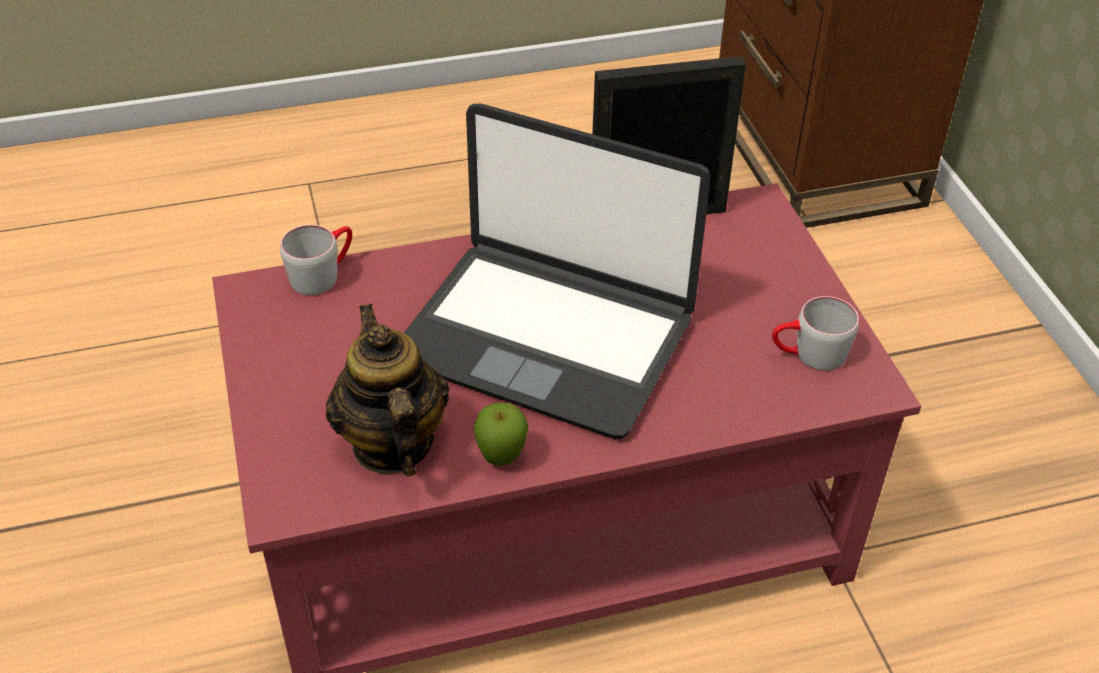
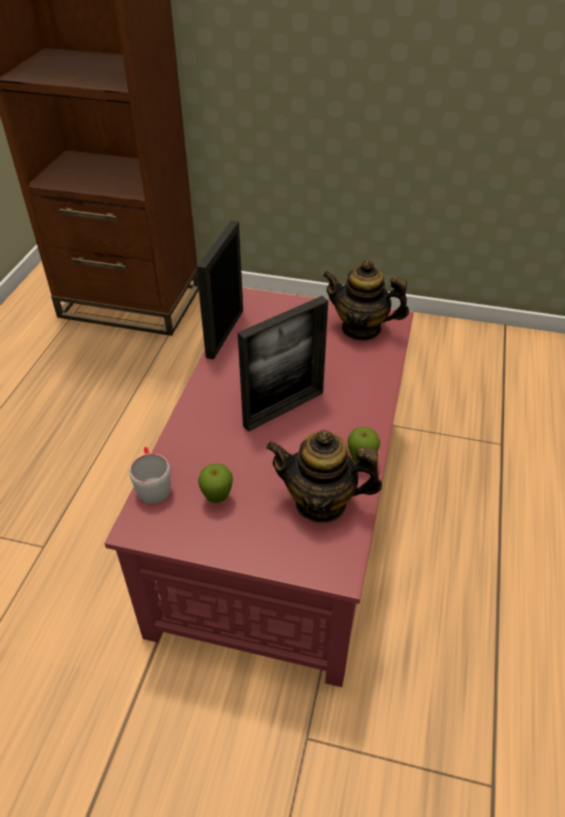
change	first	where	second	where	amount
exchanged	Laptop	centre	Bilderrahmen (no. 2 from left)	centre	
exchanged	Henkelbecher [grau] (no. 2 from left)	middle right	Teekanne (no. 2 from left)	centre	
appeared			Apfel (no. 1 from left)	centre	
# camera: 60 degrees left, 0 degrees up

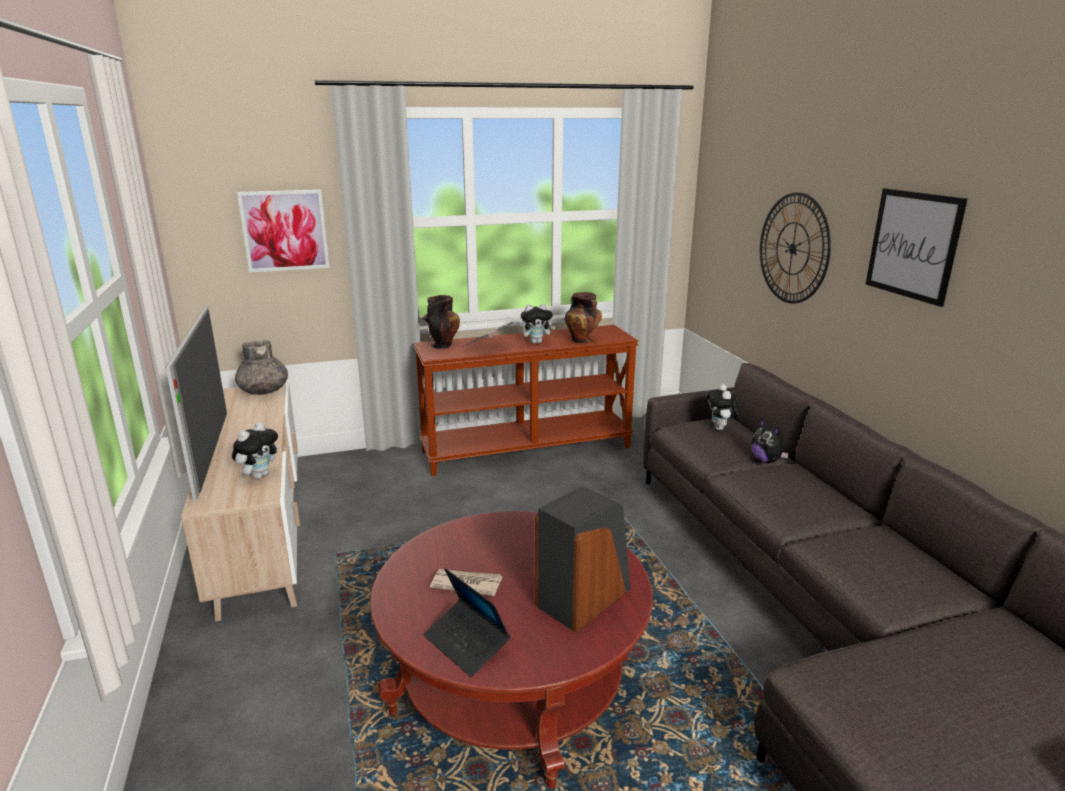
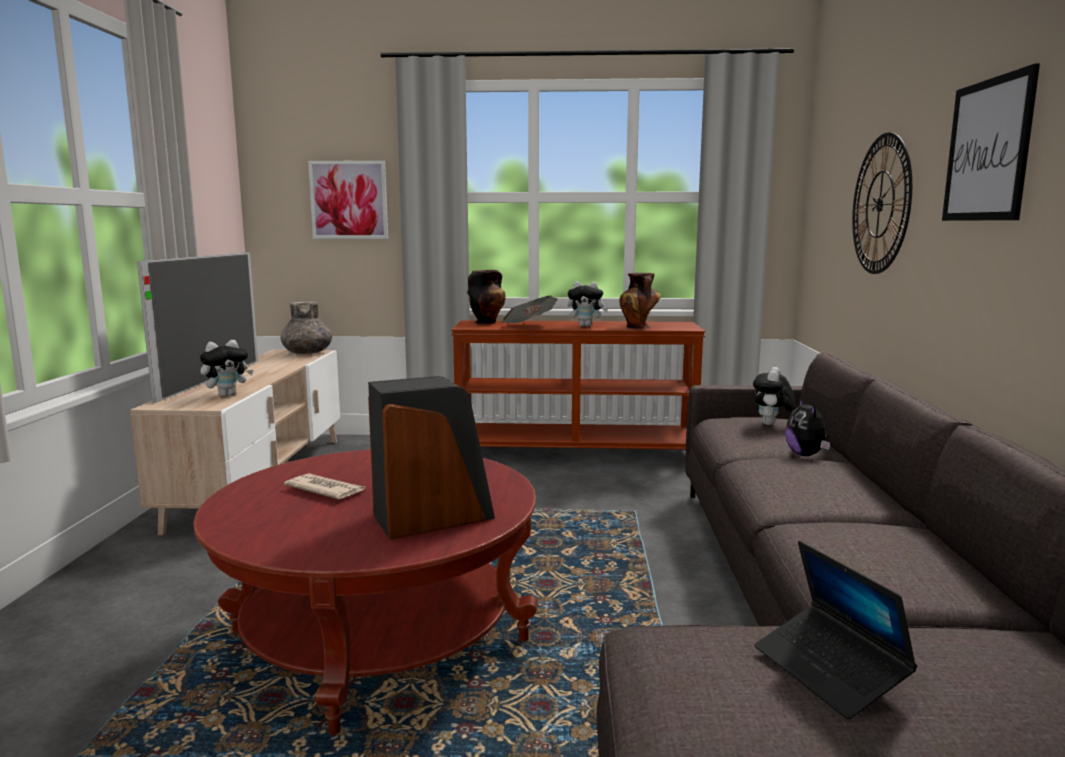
change	first	where	second	where	amount
relocated	Laptop	bottom centre		bottom right	
# camera: 20 degrees right, 10 degrees down

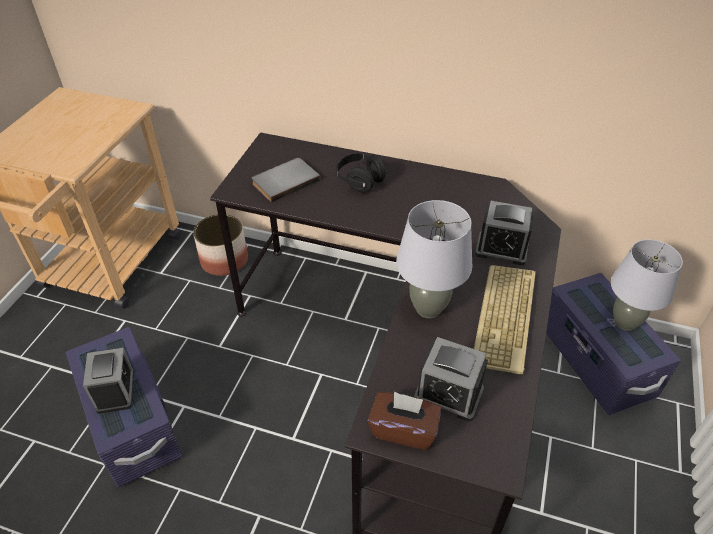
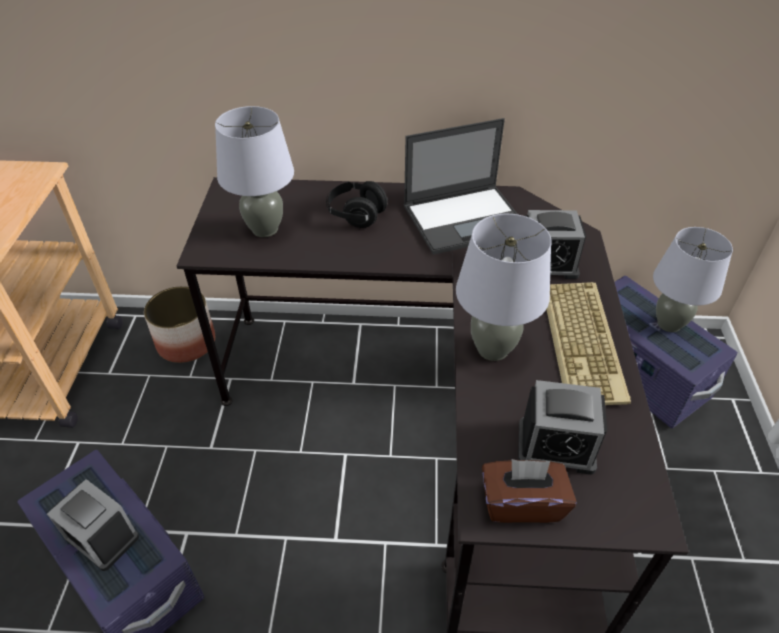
change	first	where	second	where	amount
spun	Wecker (no. 1 from left)	bottom left		bottom left	150 degrees clockwise
exchanged	Buch [grau]	centre	Tischlampe [grau] (no. 1 from left)	top left	
appeared			Laptop	top centre	
# camera: 15 degrees left, 0 degrees up

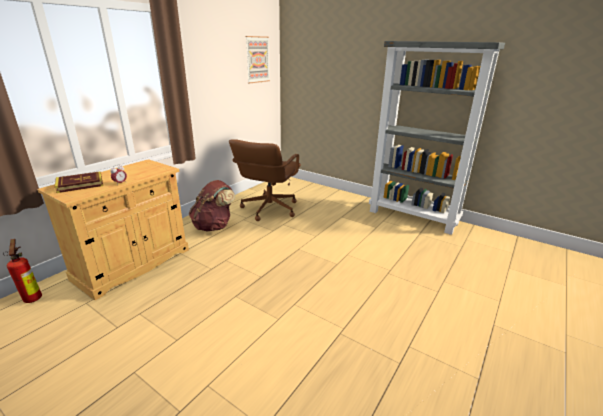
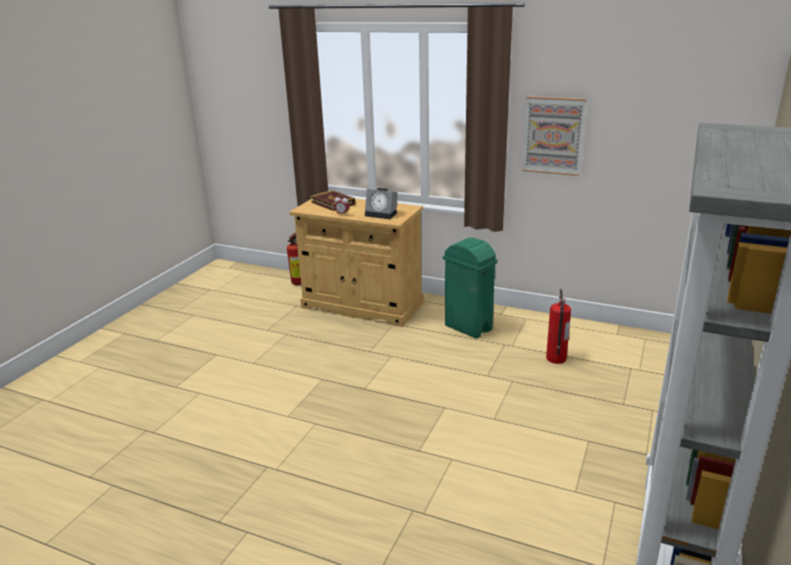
change	first	where	second	where	amount
exchanged	Rucksack [braun]	centre	Mülleimer [grün]	centre	
exchanged	Bürostuhl [braun]	centre	Feuerlöscher (no. 2 from left)	middle right	
relocated	Bild	top centre		top right	
appeared			Wecker (no. 2 from left)	centre	
# camera: 80 degrees right, 0 degrees up

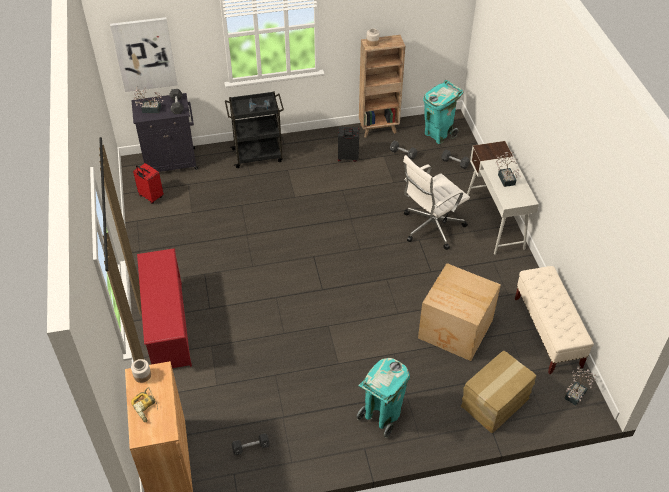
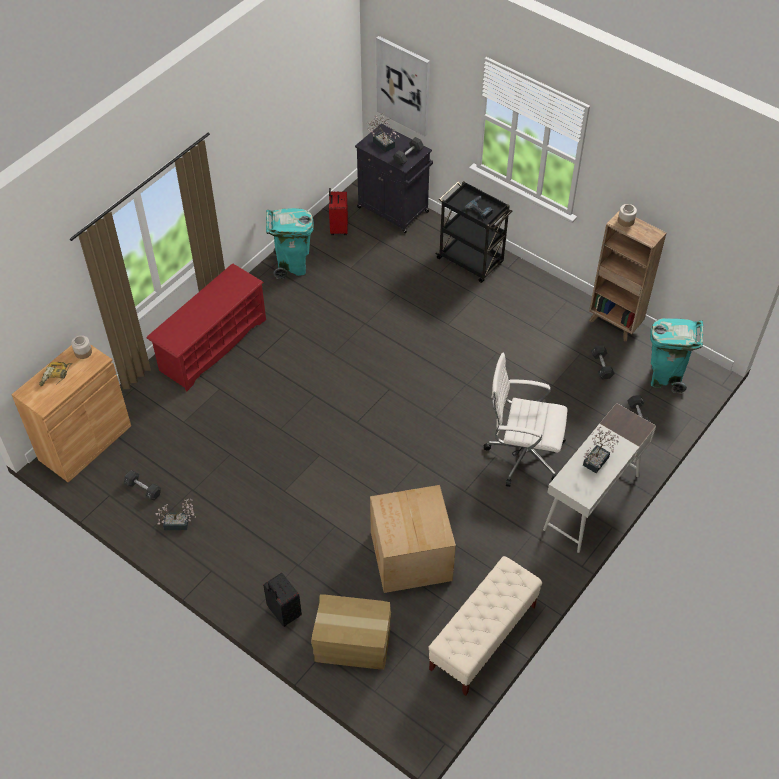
change	first	where	second	where	amount
relocated	Koffer [schwarz]	top centre		bottom centre	
relocated	Mülleimer [türkis] (no. 1 from left)	bottom centre		top centre	
relocated	Topfpflanze (no. 3 from left in the first image)	bottom right	Topfpflanze (no. 1 from left)	middle left	
# camera: 50 degrees right, 5 degrees up

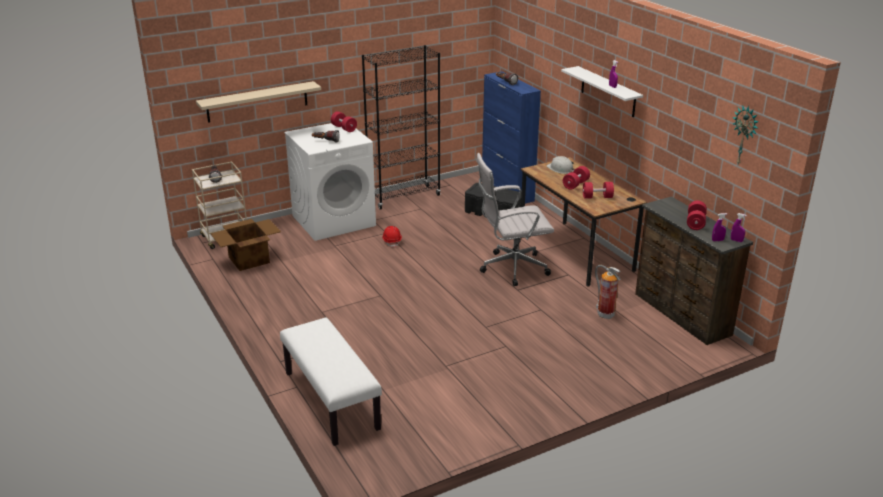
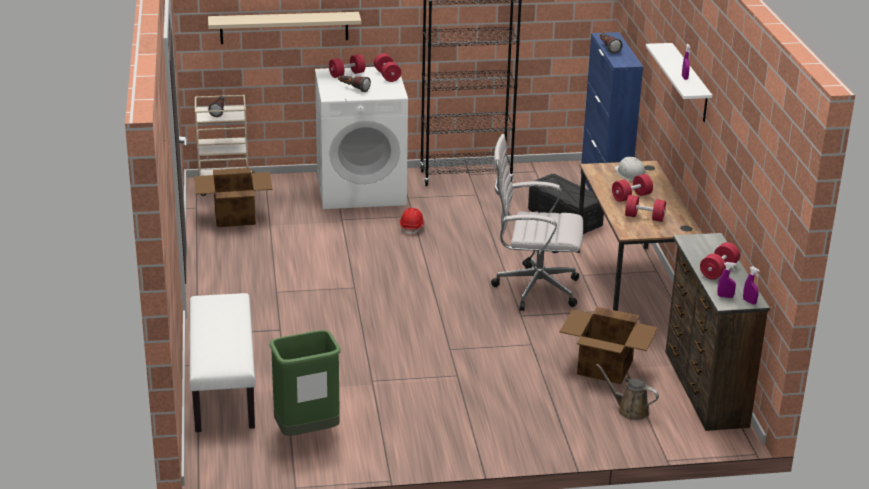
change	first	where	second	where	amount
exchanged	Feuerlöscher	middle right	Karton (no. 2 from left)	bottom right	
missing	Wanduhr	top right			
appeared			Mülleimer [grün]	bottom centre	
appeared			Hantel [rot] (no. 1 from left)	top centre	
appeared			Gießkanne [braun]	bottom right	
# camera: 20 degrees right, 0 degrees up

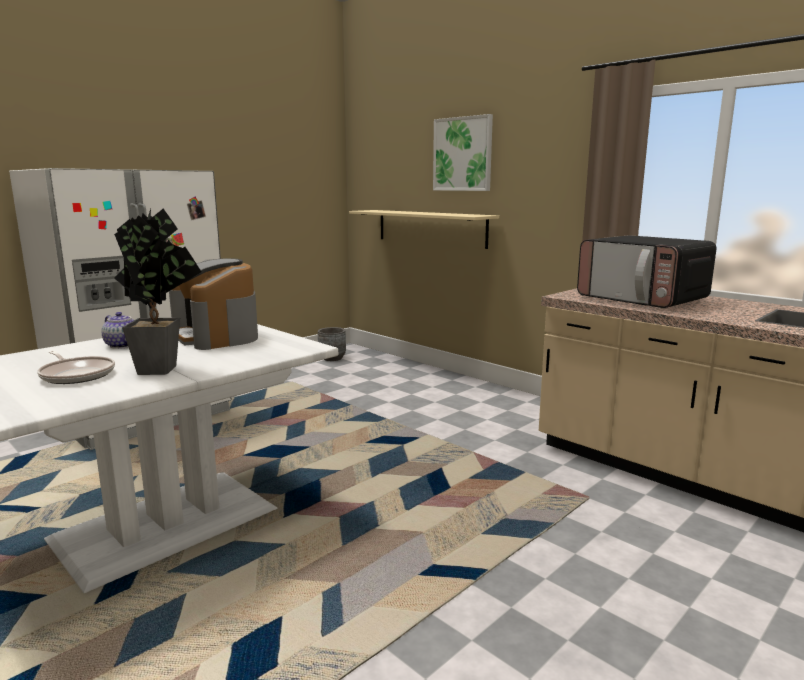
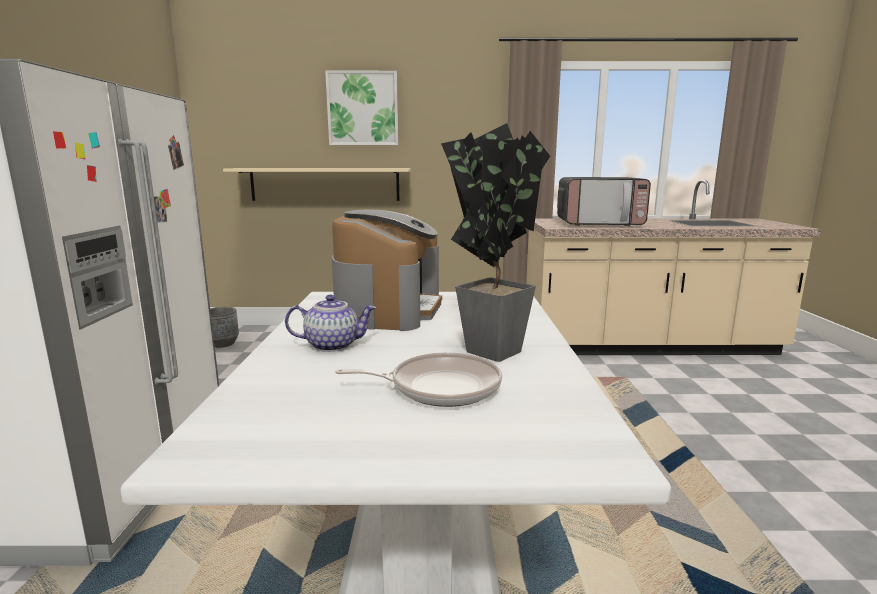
change	first	where	second	where	amount
spun	Kaffeemaschine	middle left		centre	90 degrees counterclockwise
# camera: 45 degrees left, 0 degrees up

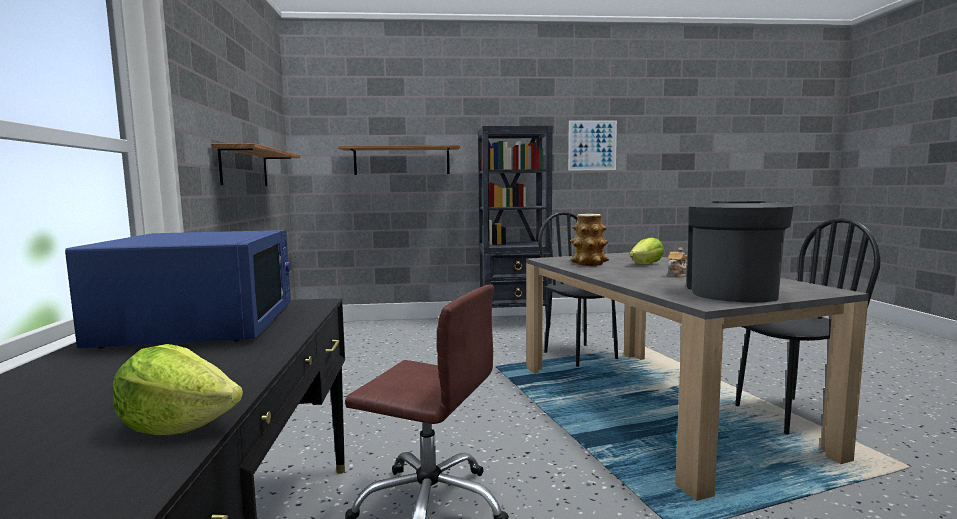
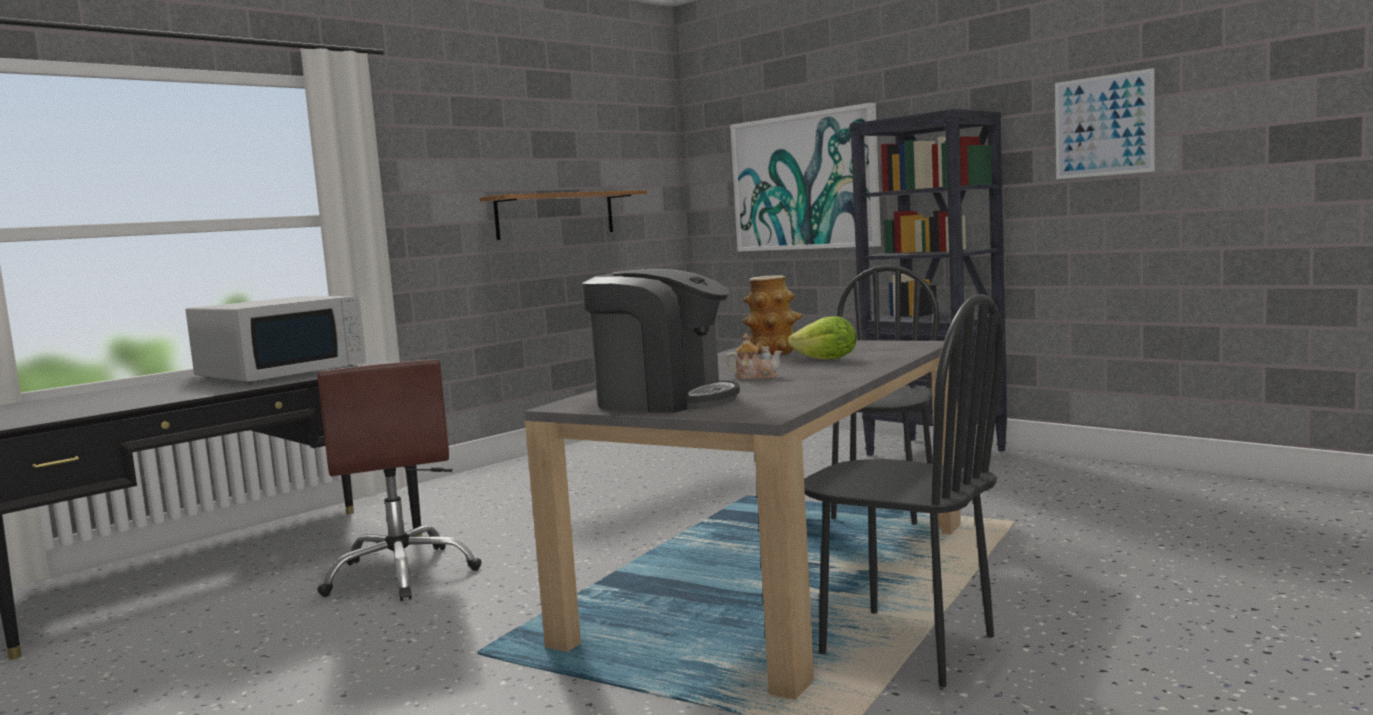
change	first	where	second	where	amount
colour	Mikrowelle [blau]	middle left	Mikrowelle [weiß]	middle left	
missing	Salatkopf (no. 1 from left)	bottom left			
exchanged	Wandregal (no. 2 from left)	top centre	Bild (no. 1 from left)	top centre	
spun	Kaffeemaschine	middle right		centre	45 degrees clockwise
# camera: 50 degrees right, 0 degrees up

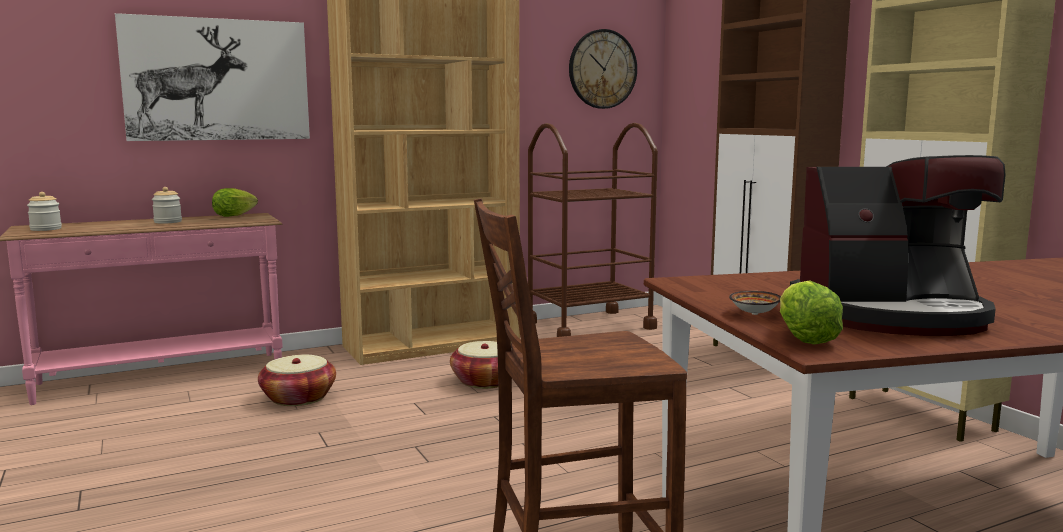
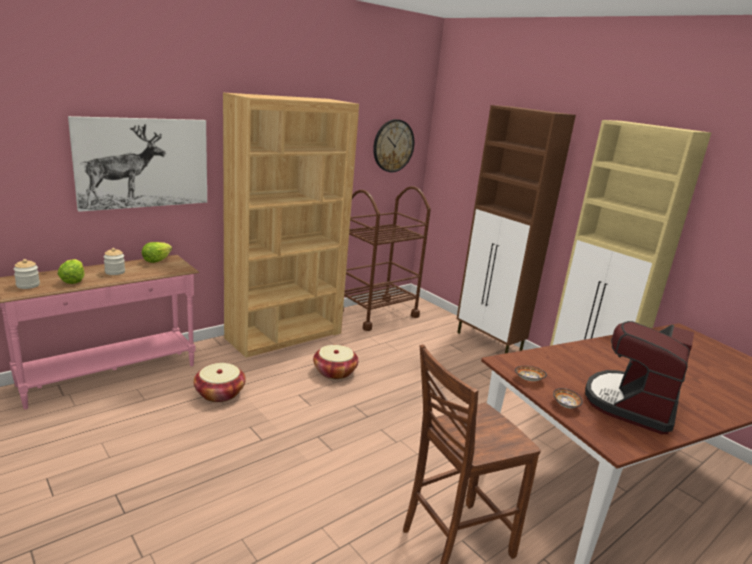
change	first	where	second	where	amount
relocated	Salatkopf (no. 2 from left in the first image)	middle right	Salatkopf (no. 1 from left)	middle left	
spun	Kaffeemaschine	middle right		bottom right	135 degrees clockwise
appeared			Schüssel (no. 1 from left)	middle right	
# camera: 15 degrees left, 10 degrees up

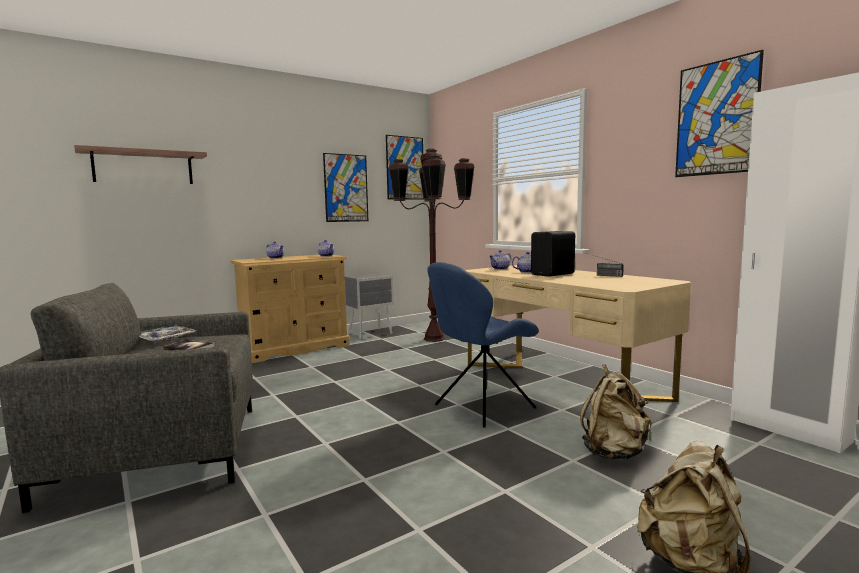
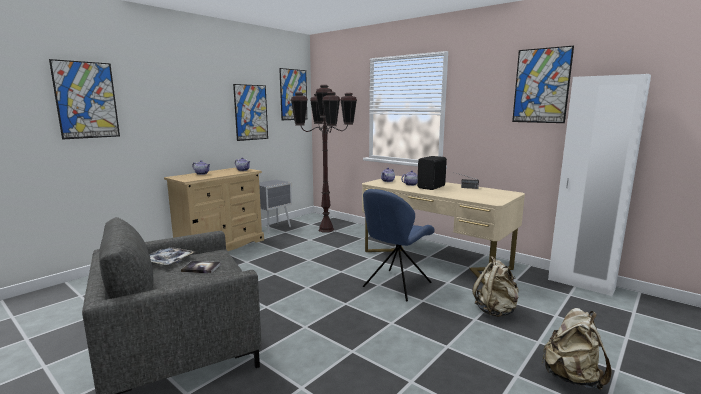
change	first	where	second	where	amount
exchanged	Wandregal	top left	Bild (no. 1 from left)	top left	
# camera: 15 degrees left, 5 degrees up

